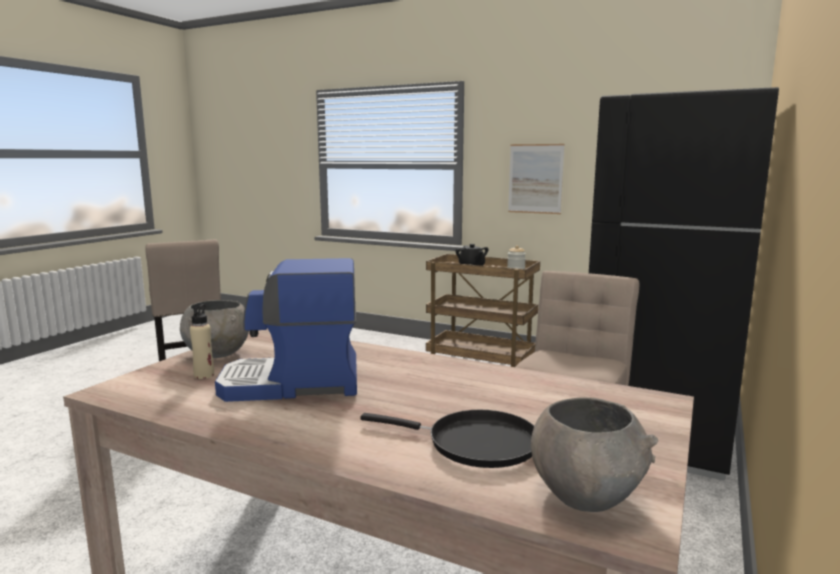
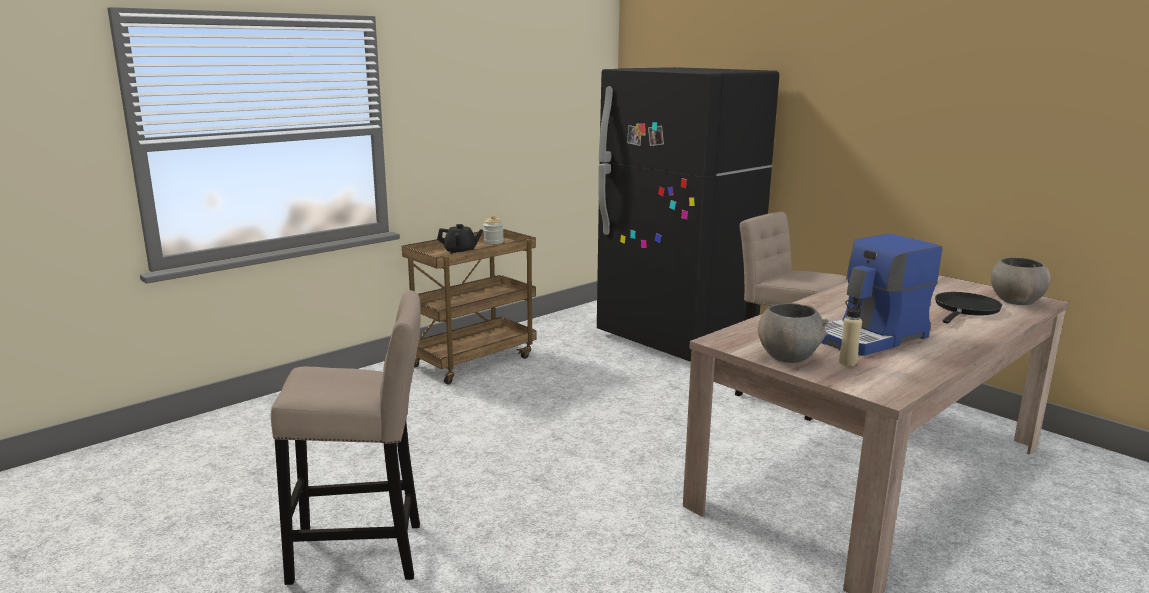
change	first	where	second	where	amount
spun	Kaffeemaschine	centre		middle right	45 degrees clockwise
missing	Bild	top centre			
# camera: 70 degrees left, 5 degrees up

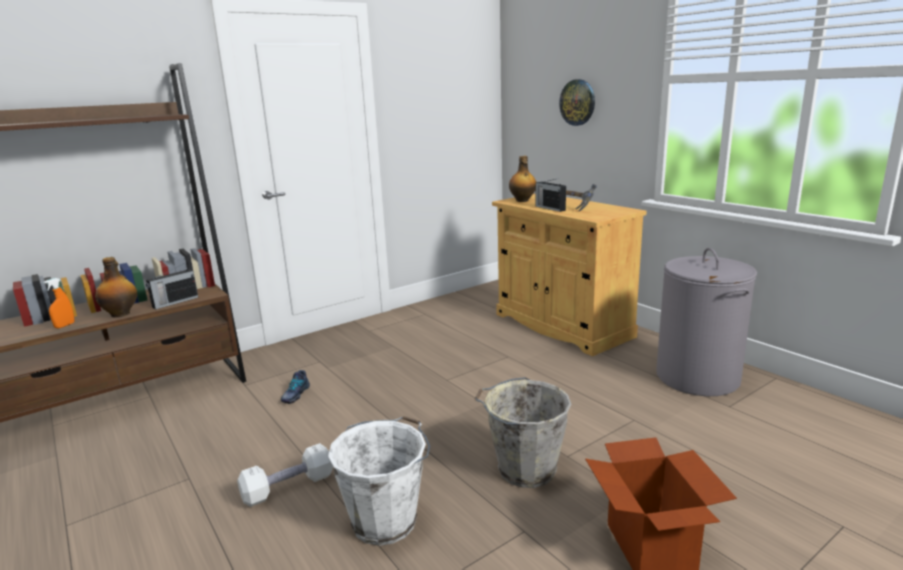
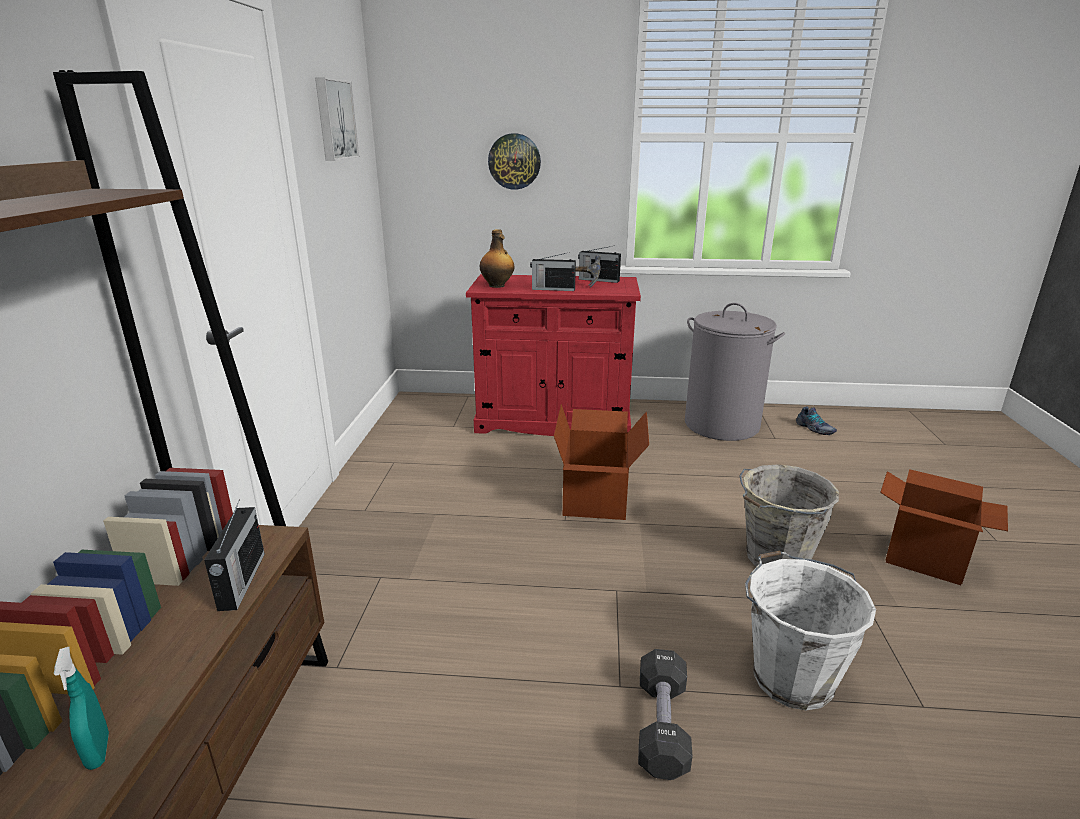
change	first	where	second	where	amount
colour	Sprühflasche [orange]	middle left	Sprühflasche [türkis]	bottom left	
missing	Flasche (no. 1 from left)	middle left			
colour	Hantel [weiß]	bottom left	Hantel [schwarz]	bottom centre	
relocated	Schuh	bottom left		middle right	
colour	Schrank [beige]	centre	Schrank [rot]	centre	
appeared			Bild	top left	
appeared			Karton (no. 1 from left)	centre	
appeared			Radio (no. 3 from left)	top centre	
# camera: 50 degrees left, 5 degrees up

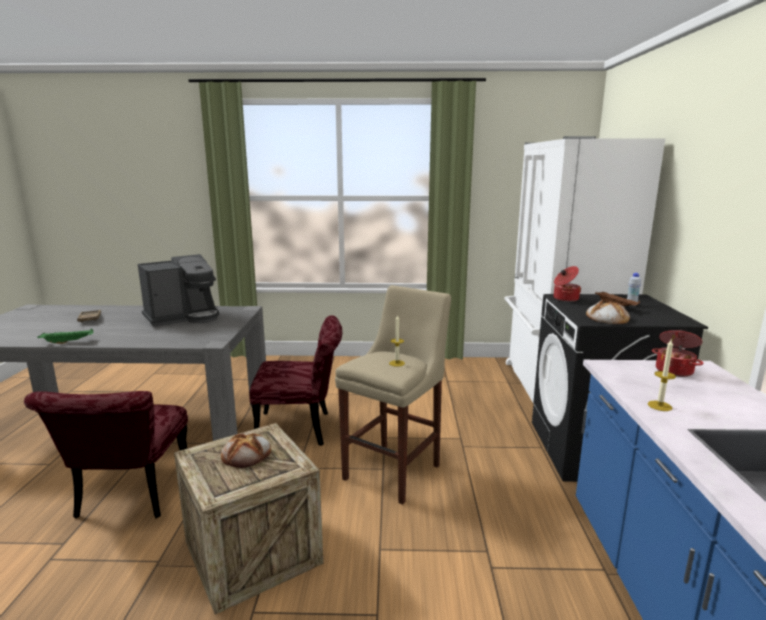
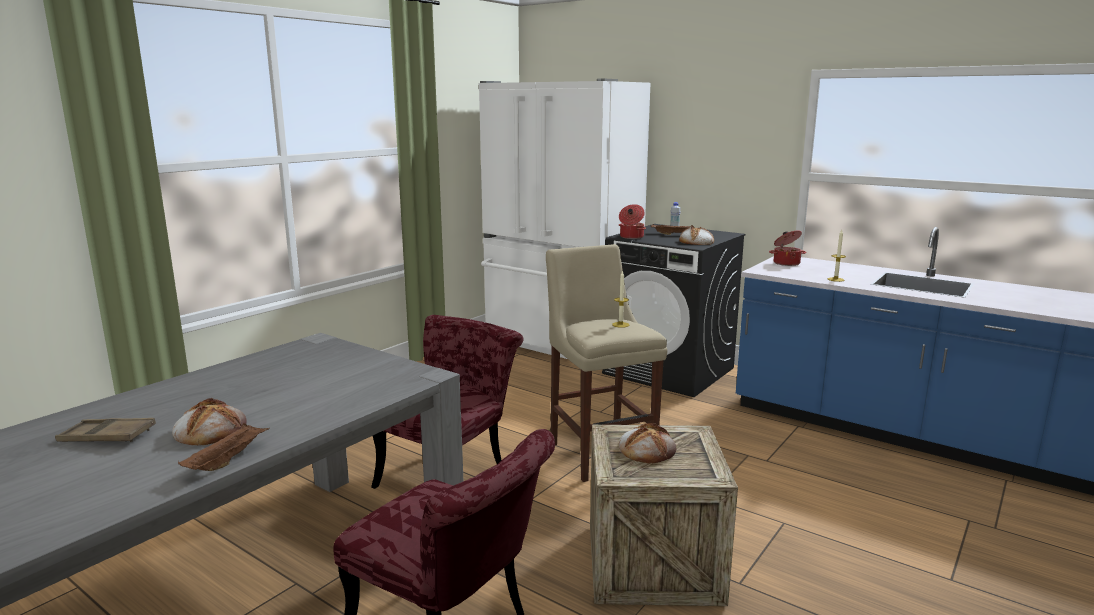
change	first	where	second	where	amount
colour	Tablett [grün]	middle left	Tablett [braun] (no. 2 from left)	bottom left	
missing	Kaffeemaschine	middle left			
appeared			Brot (no. 1 from left)	bottom left	
# camera: 55 degrees left, 0 degrees up

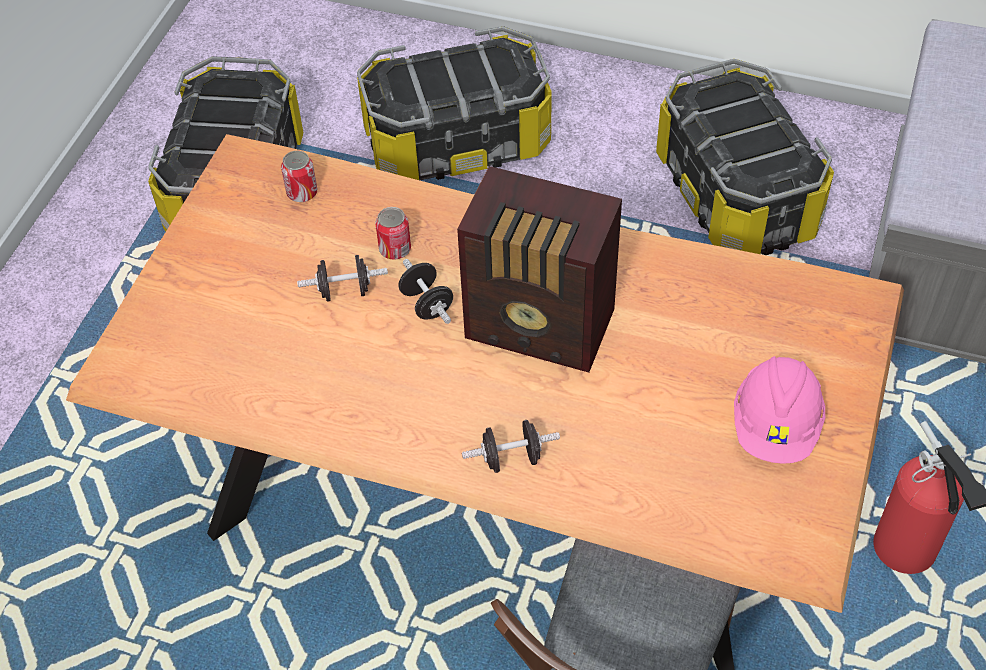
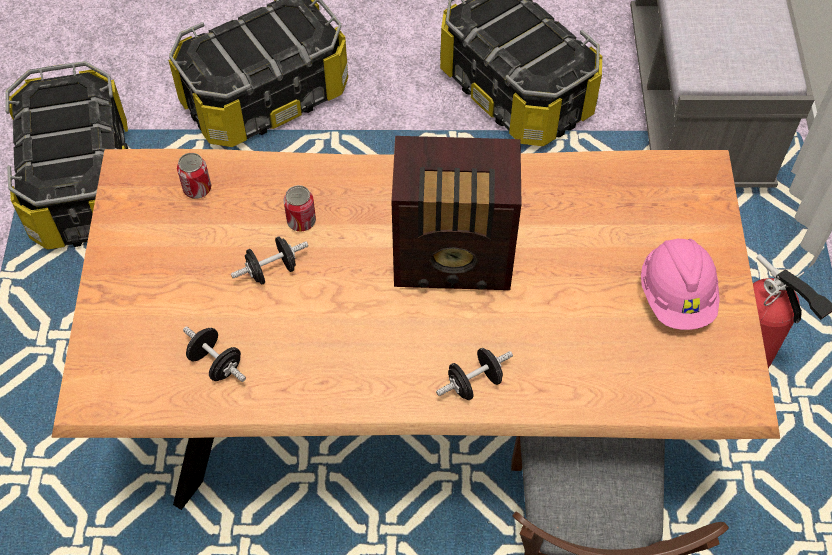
change	first	where	second	where	amount
relocated	Hantel [schwarz] (no. 2 from left in the first image)	centre	Hantel [schwarz] (no. 1 from left)	middle left	
# camera: 20 degrees left, 5 degrees up

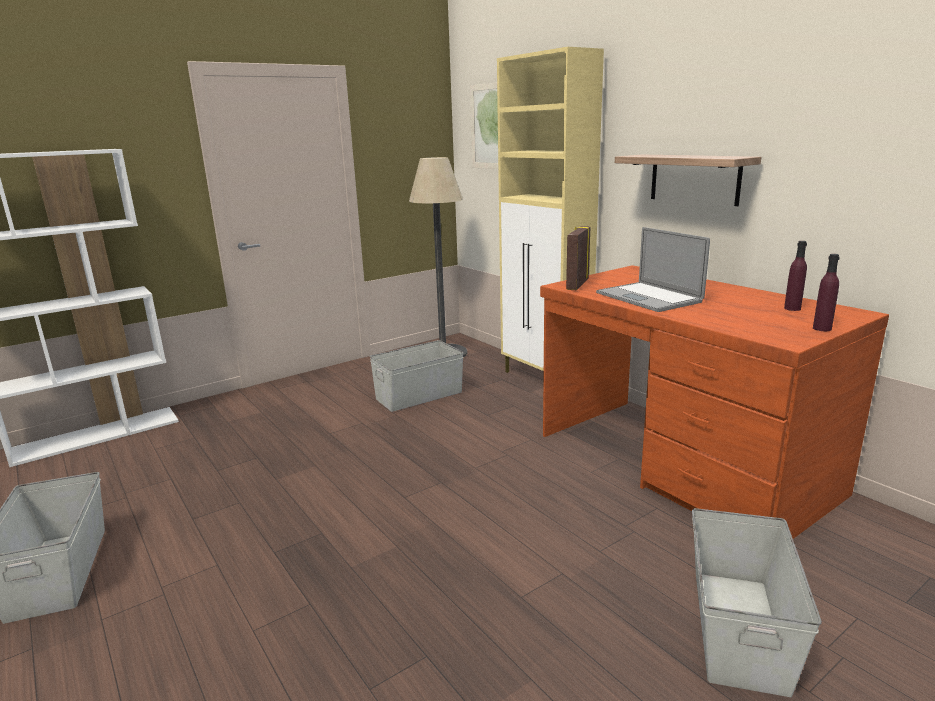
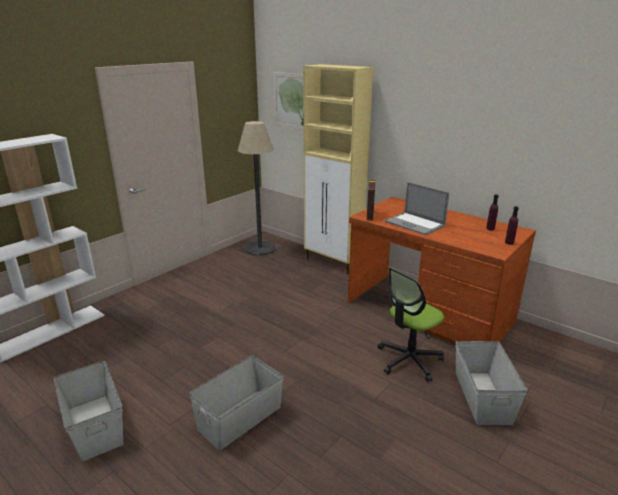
change	first	where	second	where	amount
relocated	Aufbewahrungsbox [grau] (no. 2 from left)	centre		bottom centre	
missing	Wandregal	top right			
appeared			Bürostuhl	centre	
# camera: 15 degrees left, 5 degrees up

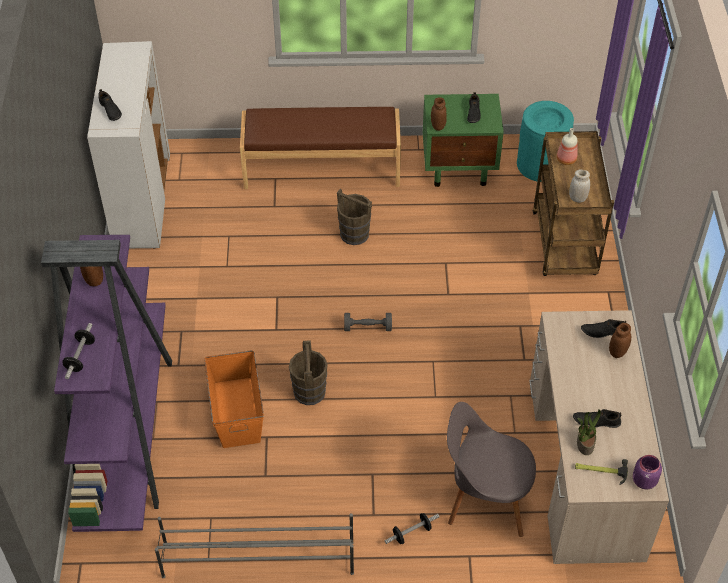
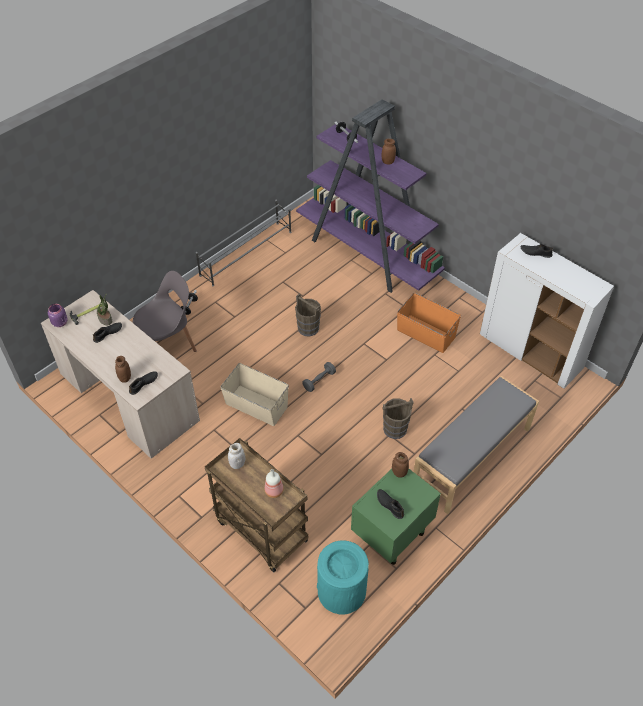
change	first	where	second	where	amount
relocated	Aufbewahrungsbox [orange]	bottom left		middle right	
colour	Bank [braun]	top centre	Bank [grau]	middle right	
appeared			Aufbewahrungsbox [beige]	centre	
# camera: 135 degrees right, 0 degrees up

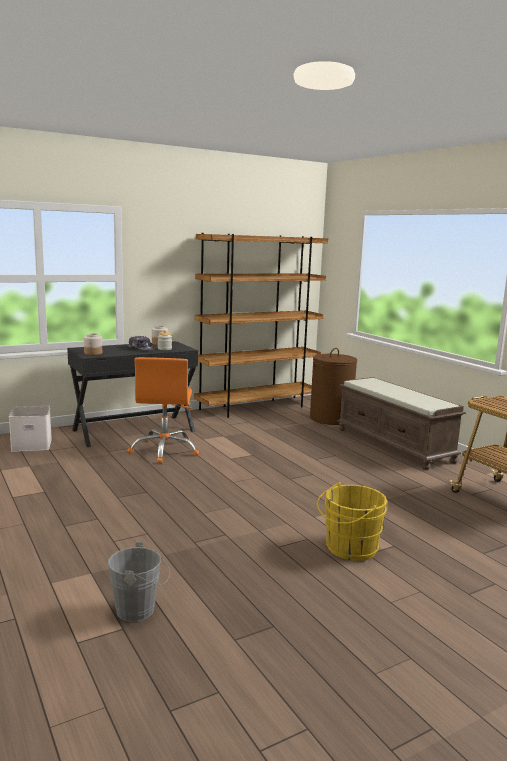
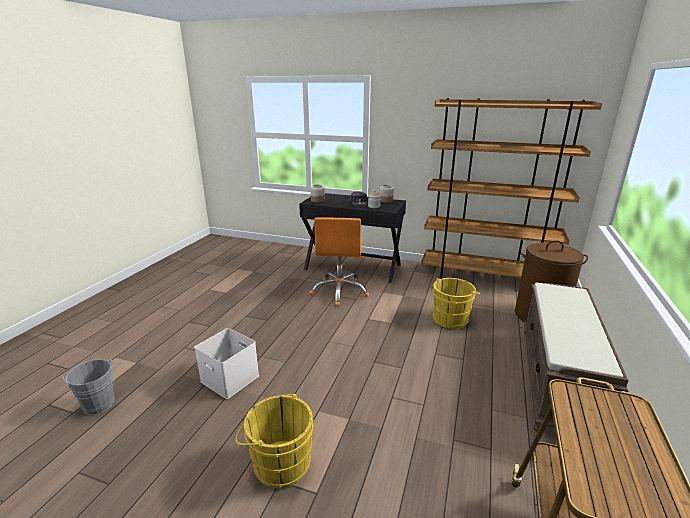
change	first	where	second	where	amount
relocated	Aufbewahrungsbox [weiß]	middle left		bottom left	
spun	Bürostuhl [orange]	middle left		centre	45 degrees counterclockwise
appeared			Eimer [gelb] (no. 2 from left)	centre	
# camera: 50 degrees right, 10 degrees up

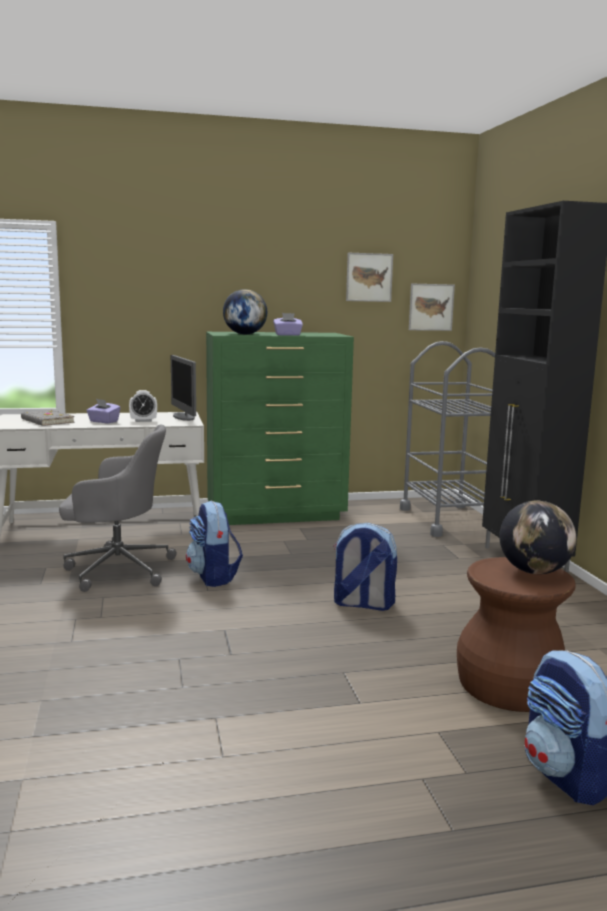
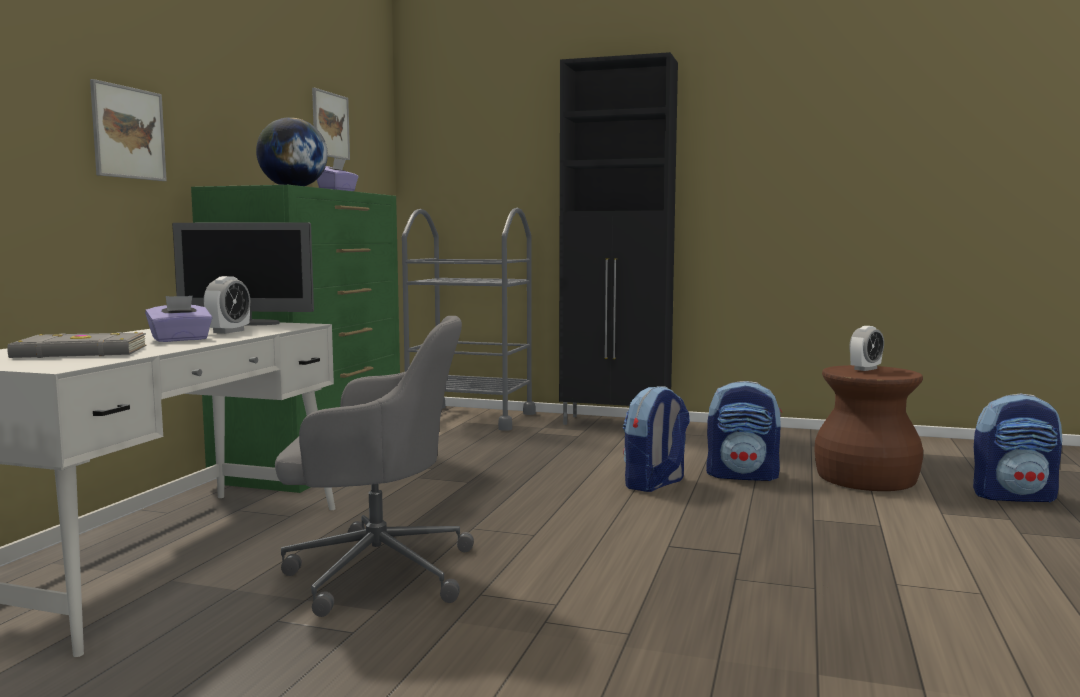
change	first	where	second	where	amount
spun	Bürostuhl [grau]	middle left		bottom centre	60 degrees clockwise
relocated	Rucksack (no. 1 from left in the first image)	centre	Rucksack (no. 2 from left)	middle right	
relocated	Bild (no. 2 from left in the first image)	middle right	Bild (no. 1 from left)	top left	
exchanged	Globus (no. 2 from left)	middle right	Wecker (no. 2 from left)	middle right	
# camera: 60 degrees left, 5 degrees down

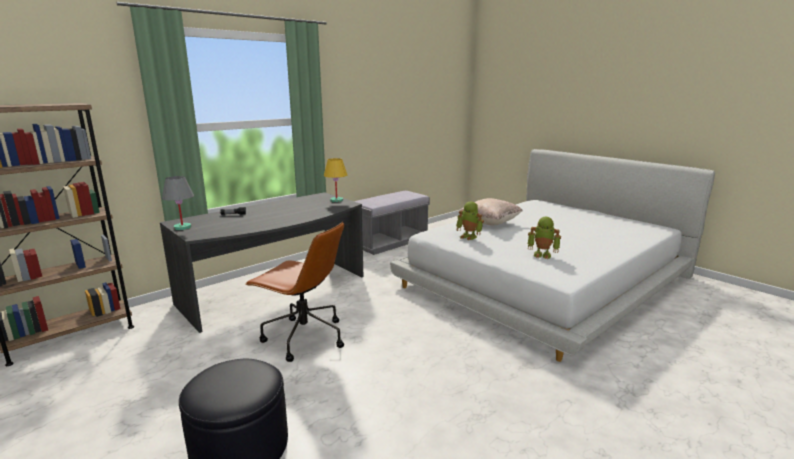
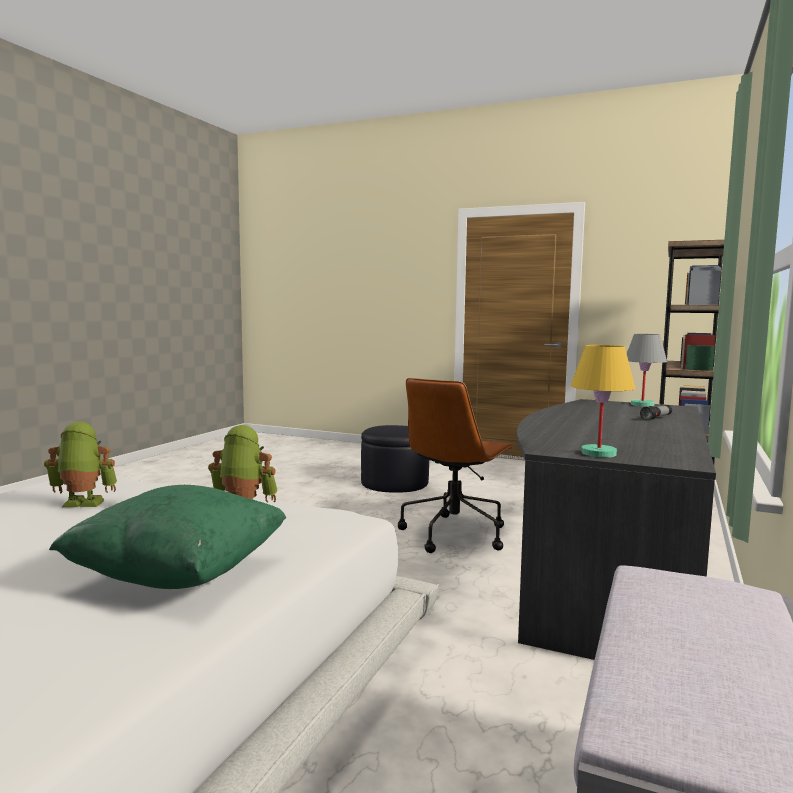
change	first	where	second	where	amount
spun	Bürostuhl [braun]	centre		centre	60 degrees counterclockwise
colour	Kissen [beige]	centre	Kissen [grün]	bottom left	
# camera: 155 degrees right, 10 degrees down

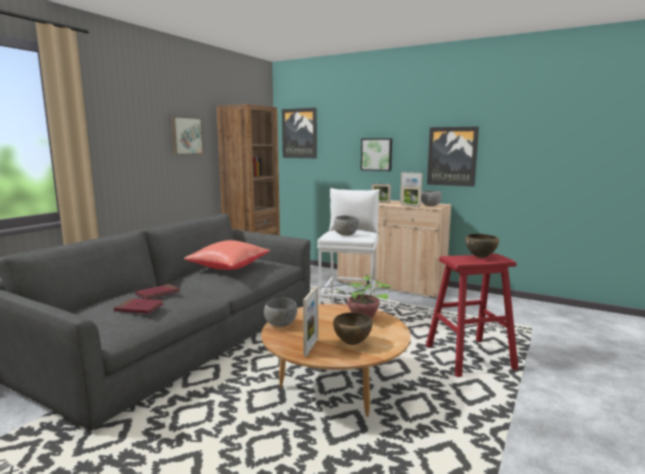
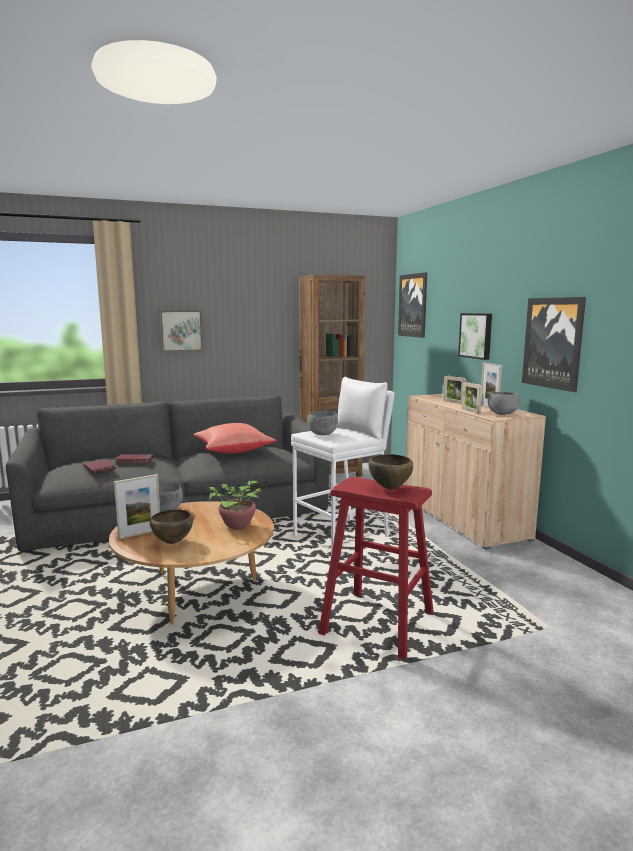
change	first	where	second	where	amount
relocated	Bild (no. 1 from left)	top left		middle left	
# camera: 40 degrees right, 0 degrees up

